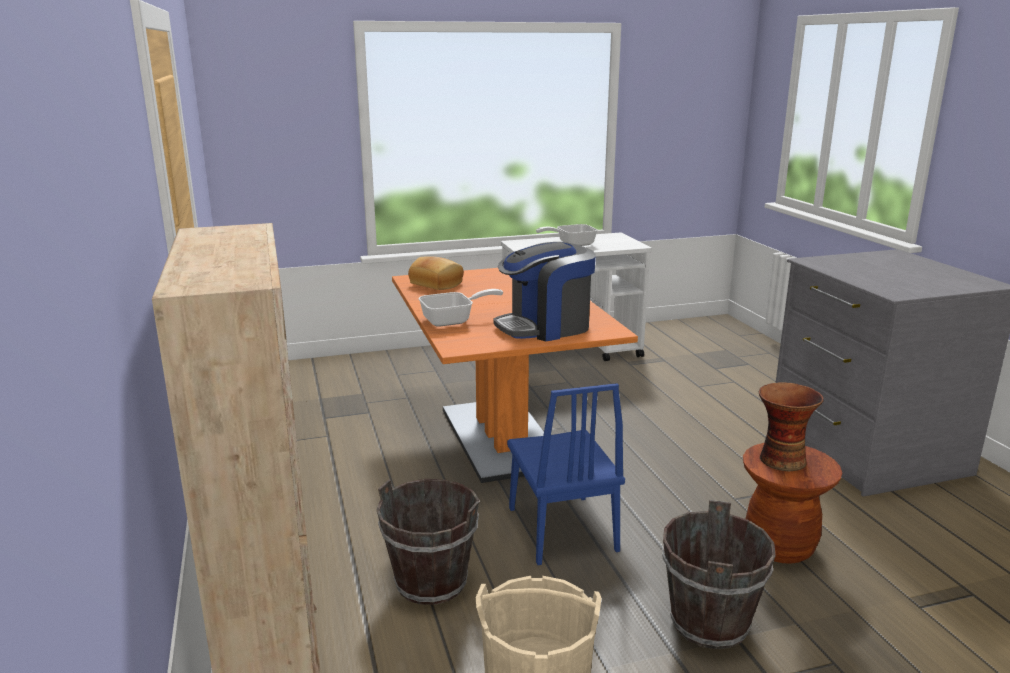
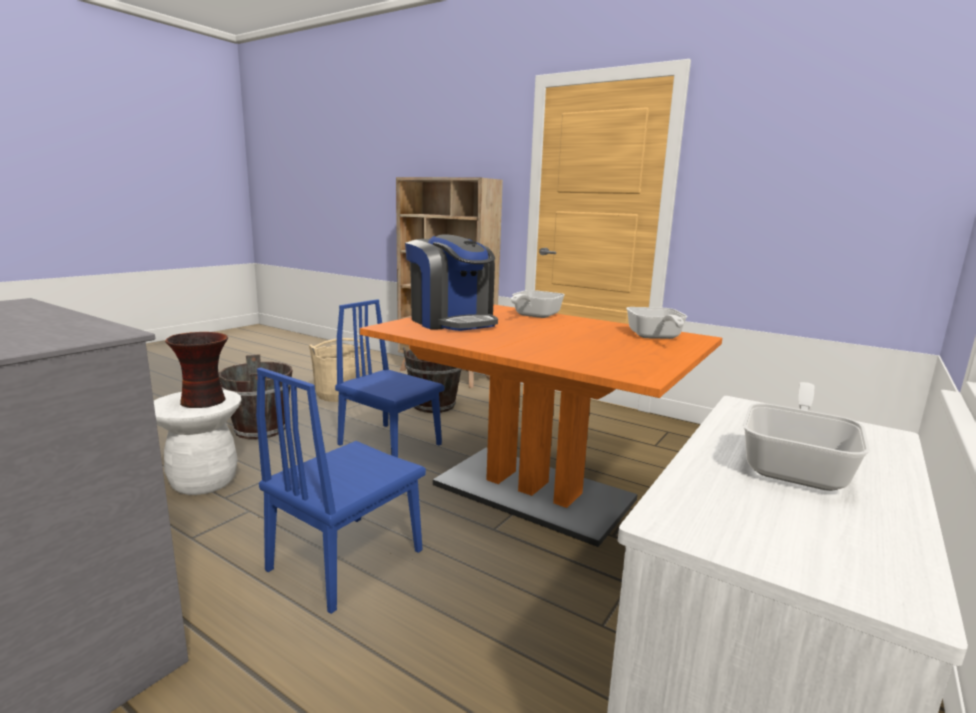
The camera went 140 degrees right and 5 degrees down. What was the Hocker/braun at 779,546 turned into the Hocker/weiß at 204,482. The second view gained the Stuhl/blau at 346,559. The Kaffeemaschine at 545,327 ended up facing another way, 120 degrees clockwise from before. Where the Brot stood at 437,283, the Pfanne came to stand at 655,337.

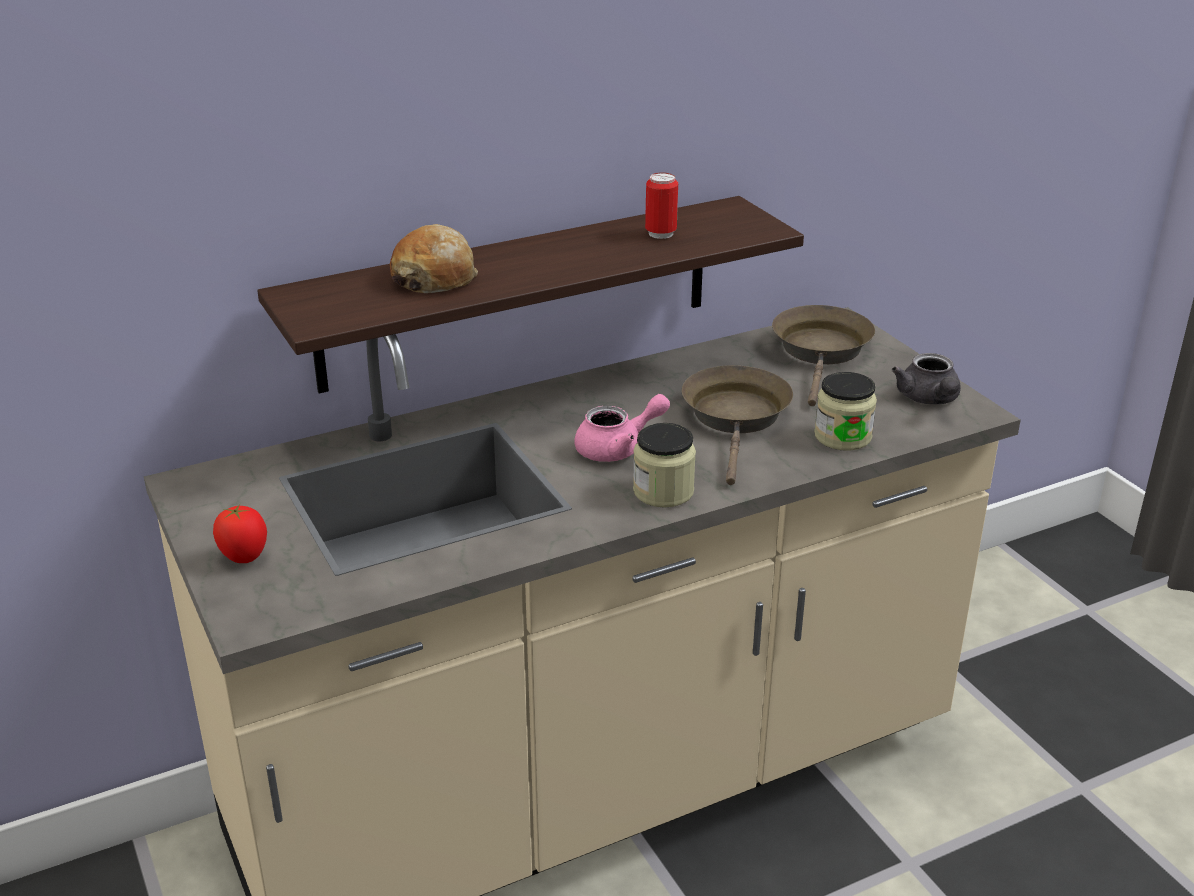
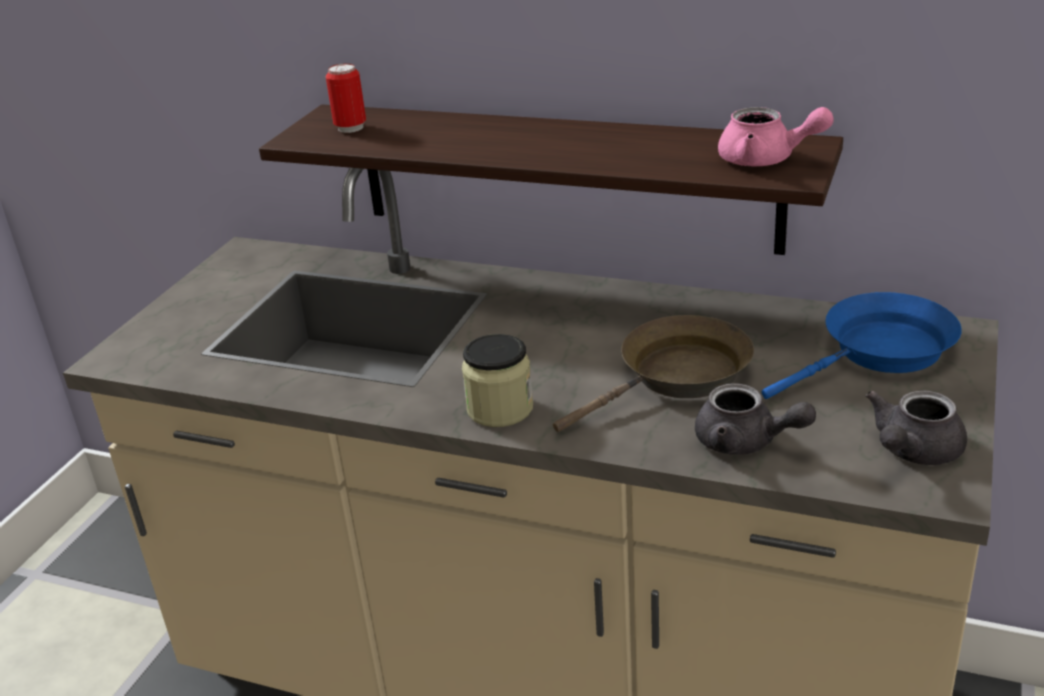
The camera went 50 degrees right and 0 degrees up. The Dose ended up elsewhere, having gone from 660,234 to 350,128. Where the Vorratsglas stood at 842,436, the Teekanne/grau came to stand at 745,442. The Teekanne/rosa ended up elsewhere, having gone from 618,448 to 766,160. What was the Pfanne/braun at 821,352 turned into the Pfanne/blau at 880,352. The second view lost the Tomate at 244,558. The second view lost the Brot at 435,277.

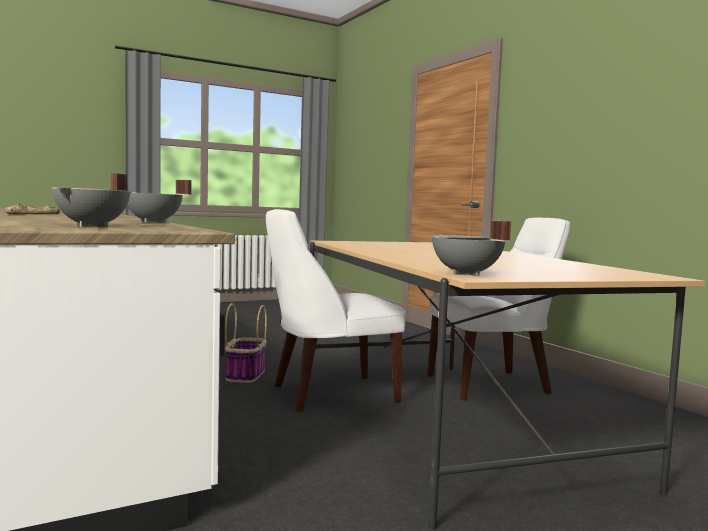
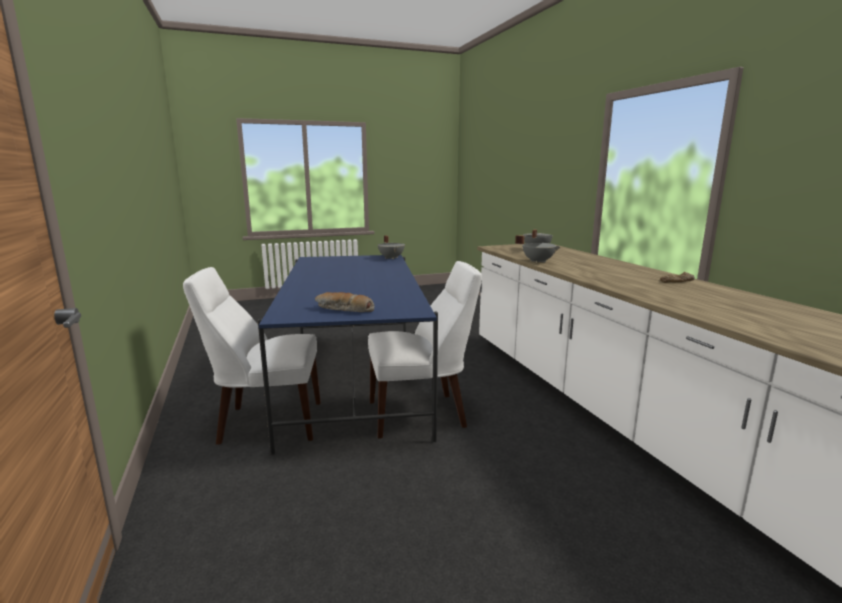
The camera went 170 degrees left and 10 degrees up. What was the Esstisch/beige at 444,422 turned into the Esstisch/blau at 354,383. The second view gained the Brot at 344,310. The second view lost the Korb at 245,374.

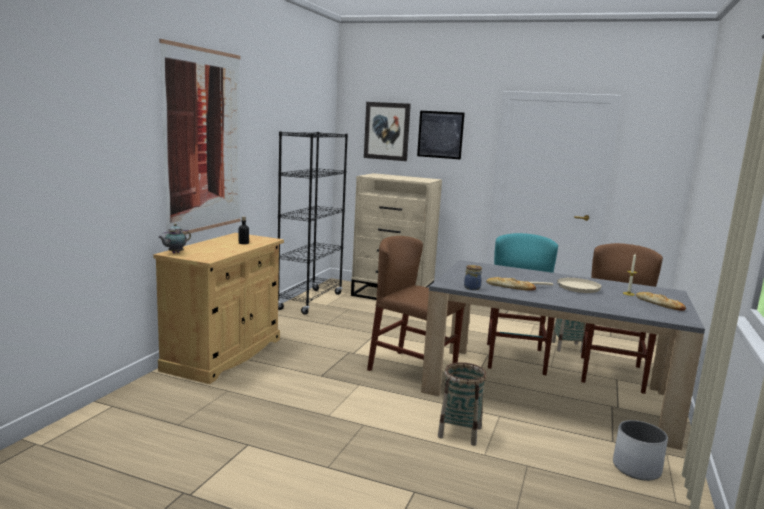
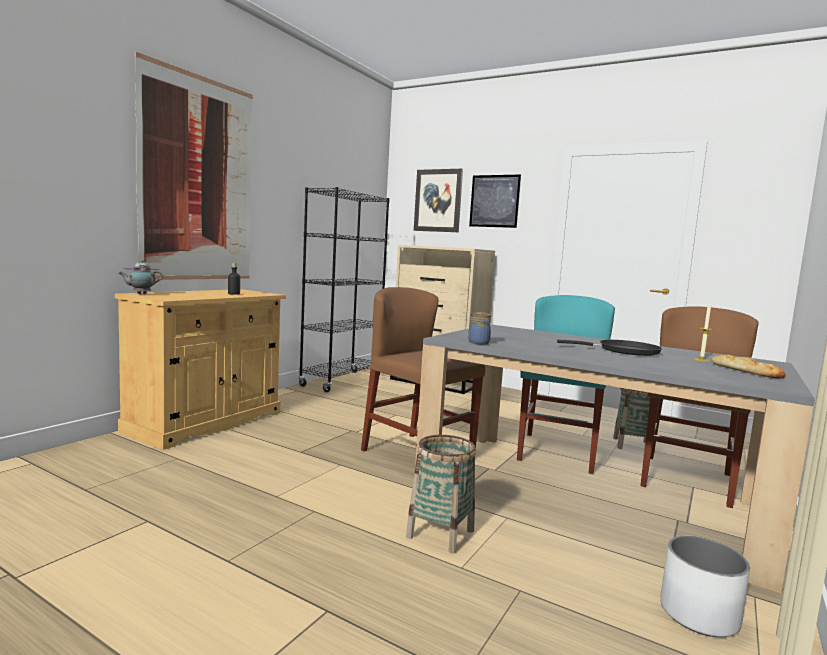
The camera went 10 degrees right and 5 degrees down. What was the Pfanne/beige at 574,288 turned into the Pfanne/schwarz at 624,351. The second view lost the Brot at 510,287.

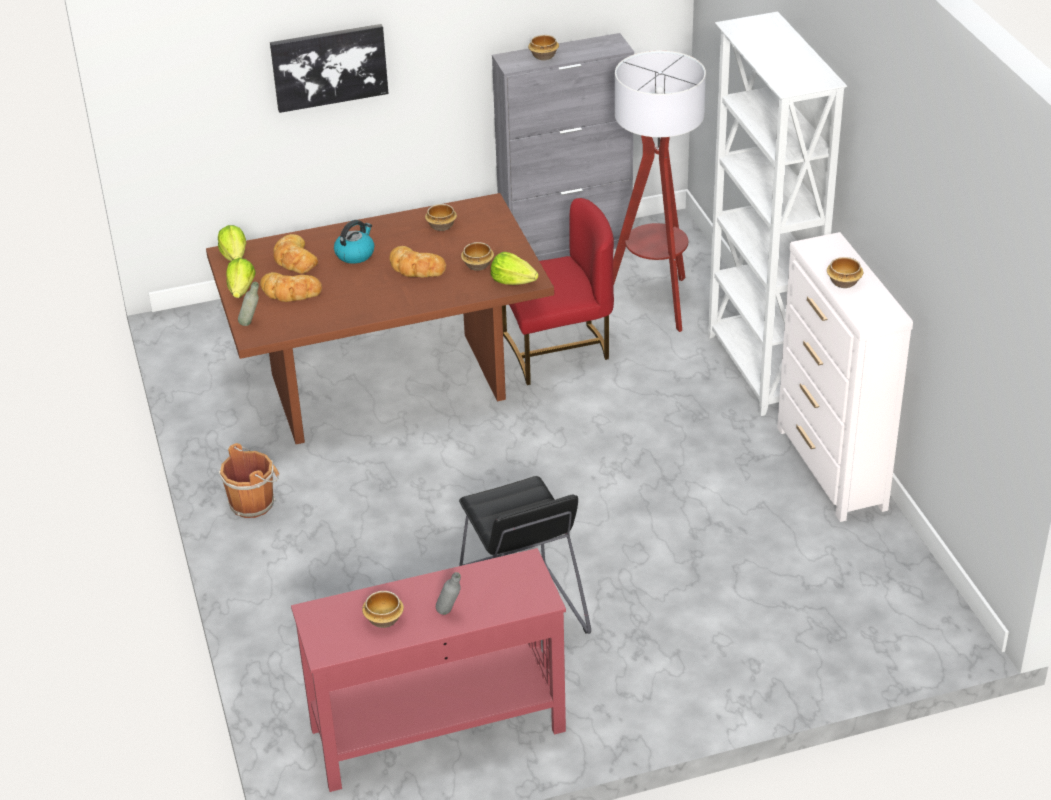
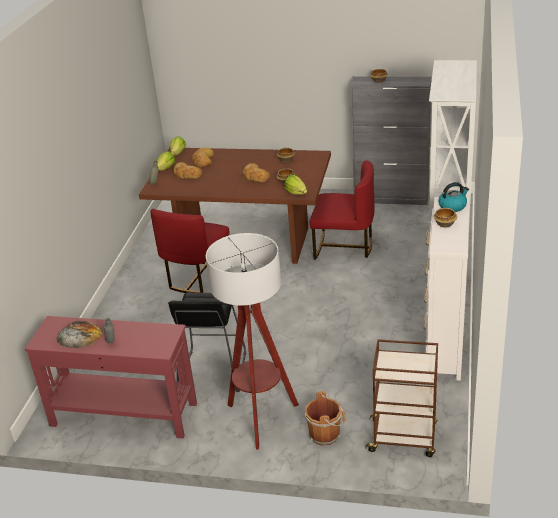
The camera went 30 degrees right and 5 degrees down. Where the Schüssel stood at 383,619, the Brot came to stand at 79,336. The second view gained the Stuhl/rot at 197,276. The Stehlampe ended up elsewhere, having gone from 655,303 to 261,418. The Eimer/braun ended up elsewhere, having gone from 254,502 to 326,434. The second view gained the Rollwagen/braun at 404,438. The Wasserkessel ended up elsewhere, having gone from 355,254 to 452,206. The second view lost the Bild at 329,66.

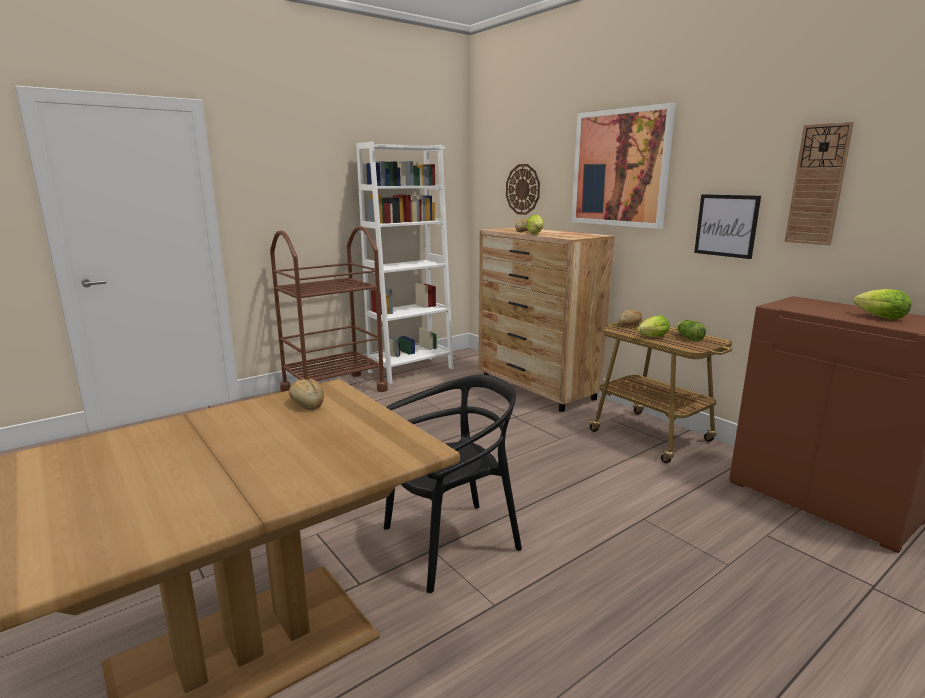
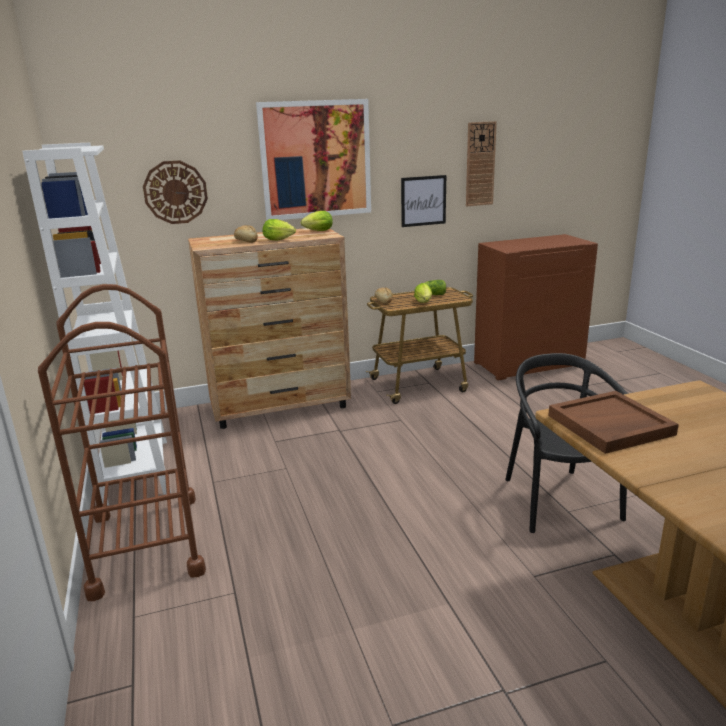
The camera went 70 degrees left and 5 degrees up. The Salatkopf ended up elsewhere, having gone from 877,317 to 317,231. Where the Brot stood at 307,404, the Tablett/braun came to stand at 610,425.

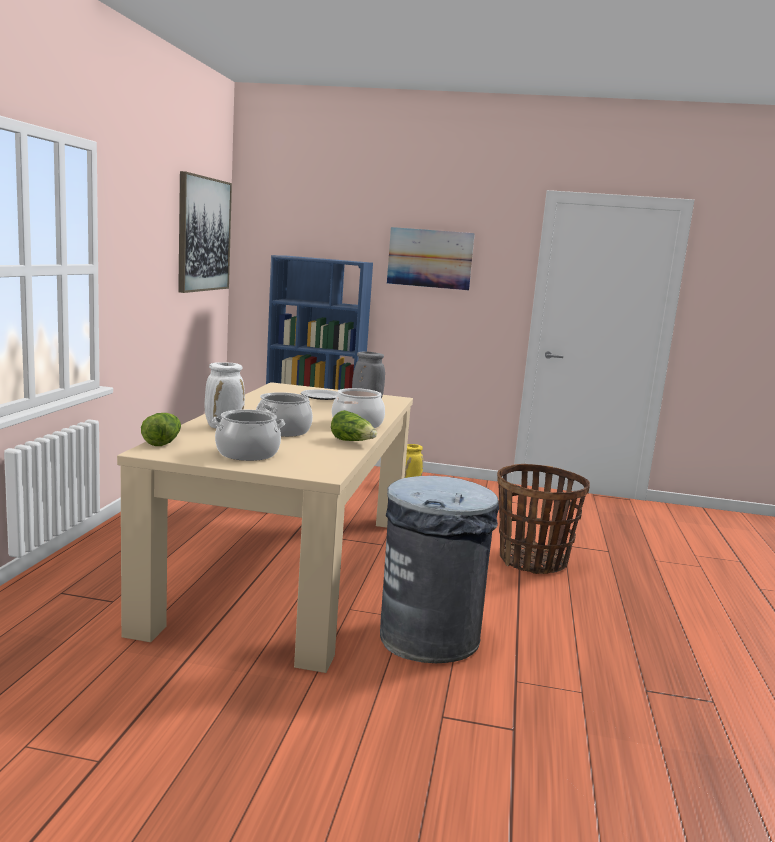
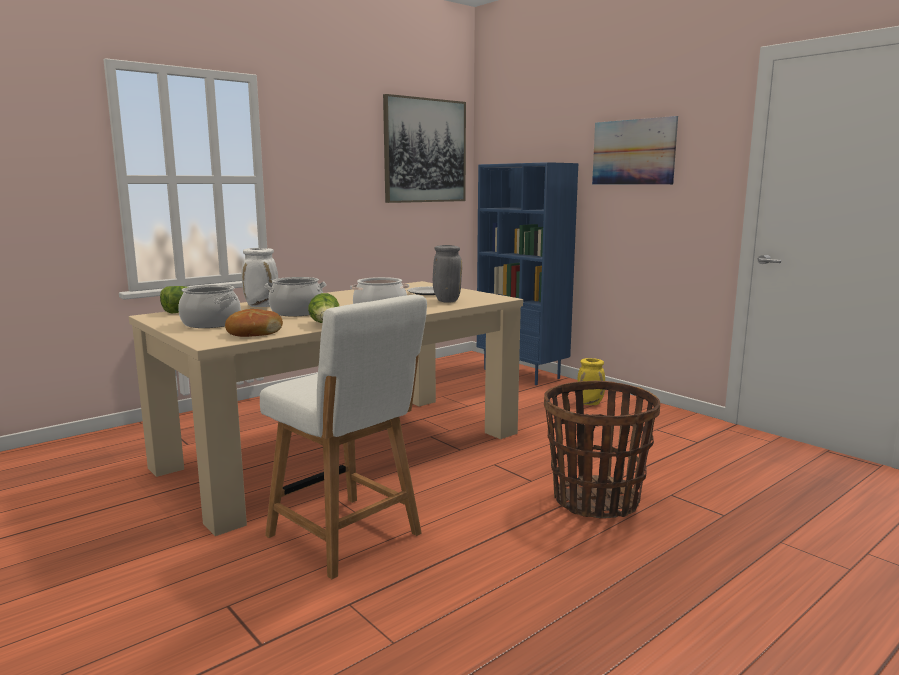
The camera went 40 degrees right and 0 degrees up. The second view gained the Brot at 253,332. Where the Mülleimer/grau stood at 430,637, the Stuhl/weiß came to stand at 348,537.

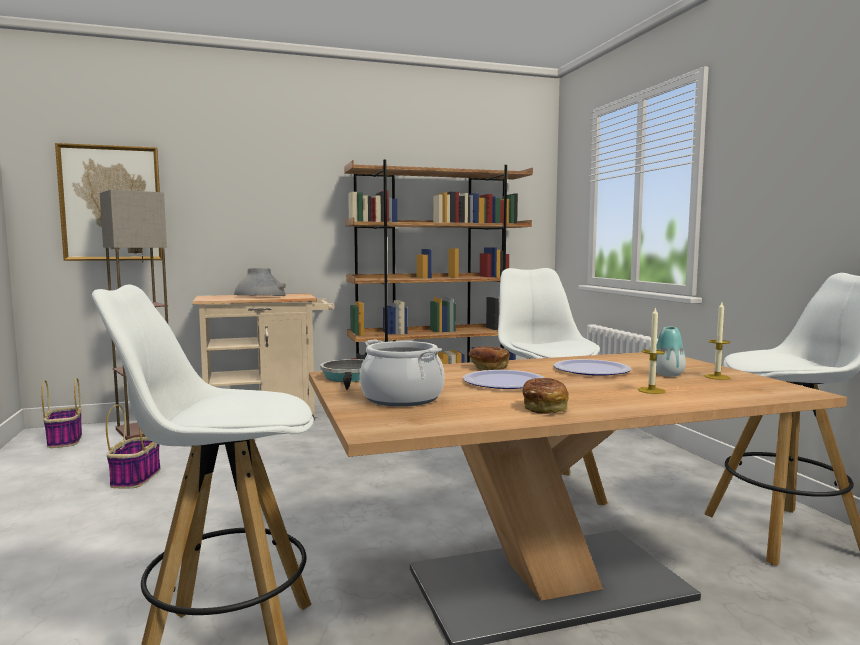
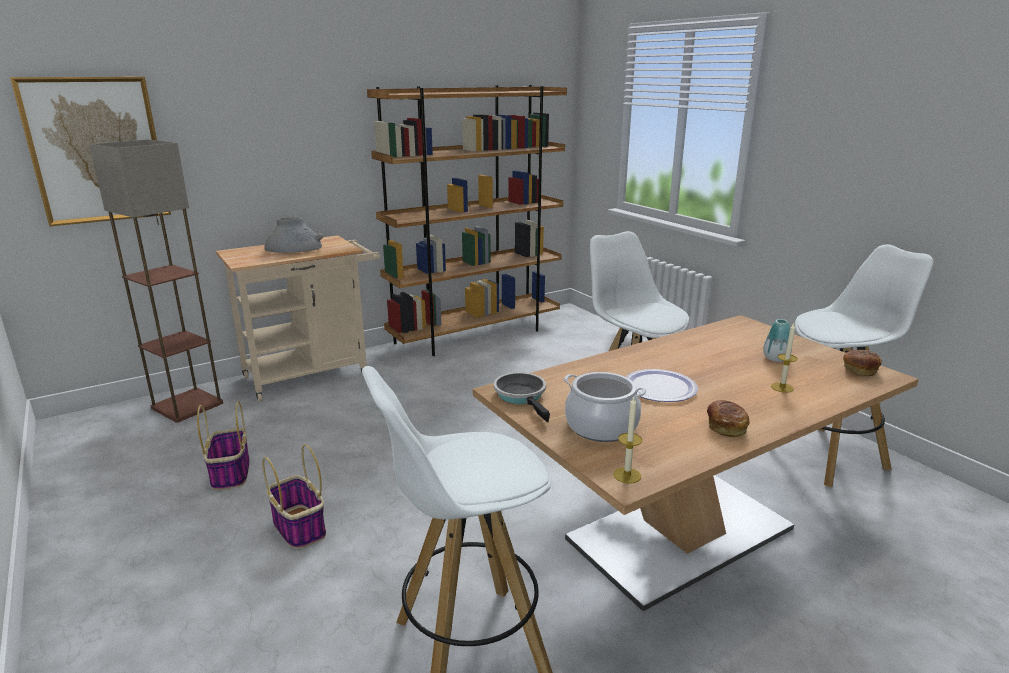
The camera went 15 degrees left and 15 degrees up. The Korb ended up elsewhere, having gone from 64,440 to 298,527. The Kerze ended up elsewhere, having gone from 717,377 to 627,475. The Brot ended up elsewhere, having gone from 488,367 to 859,370. The second view lost the Teller at 591,370.

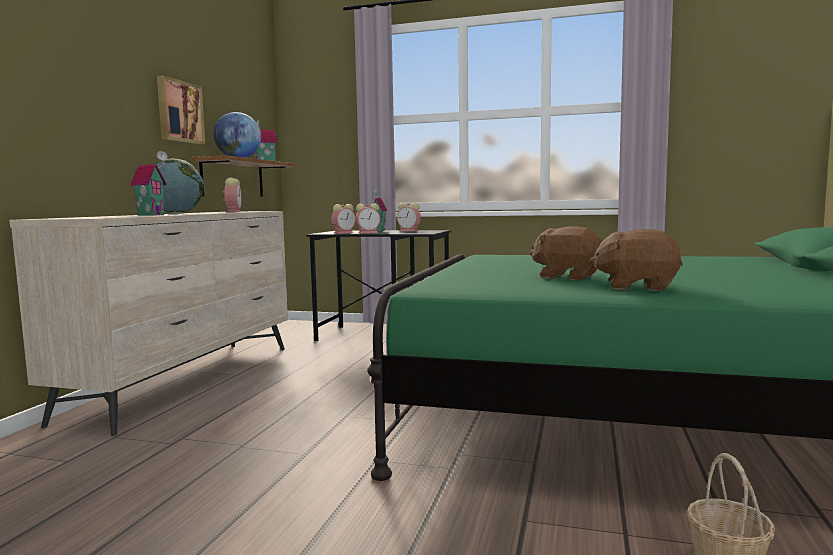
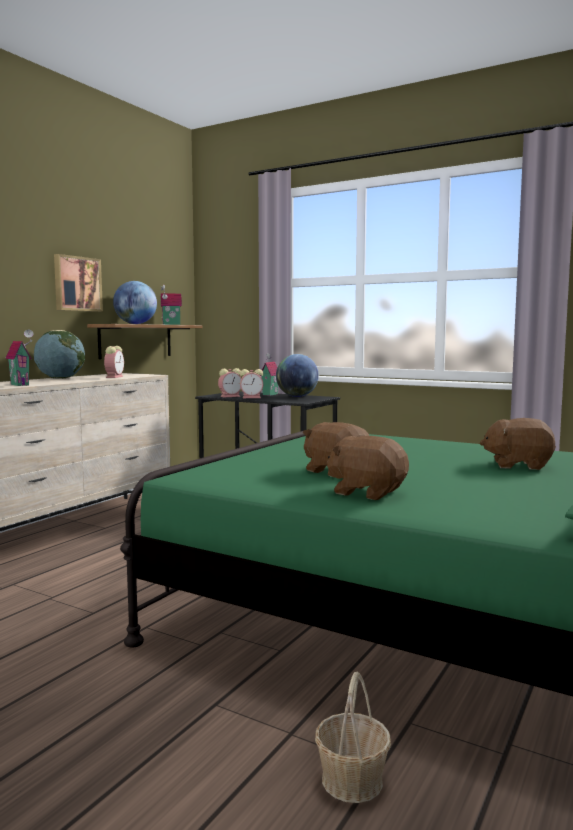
The camera went 15 degrees right and 0 degrees up. Where the Wecker stood at 410,231, the Globus came to stand at 297,396. The second view gained the Plüschtier/braun at 518,465.

